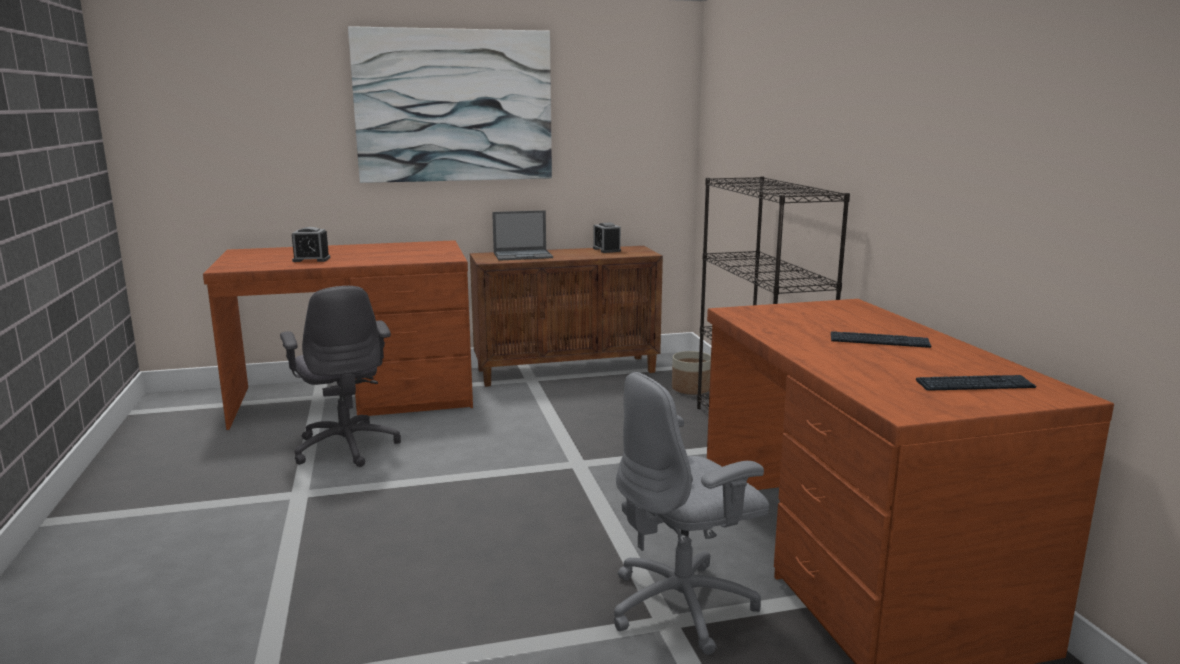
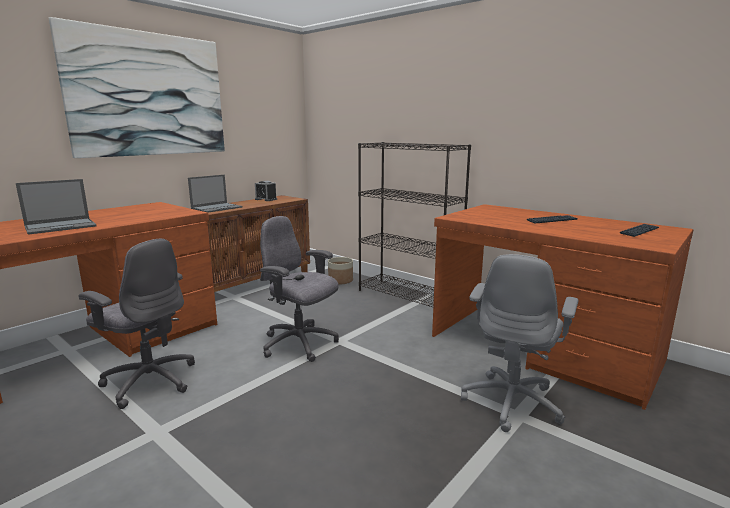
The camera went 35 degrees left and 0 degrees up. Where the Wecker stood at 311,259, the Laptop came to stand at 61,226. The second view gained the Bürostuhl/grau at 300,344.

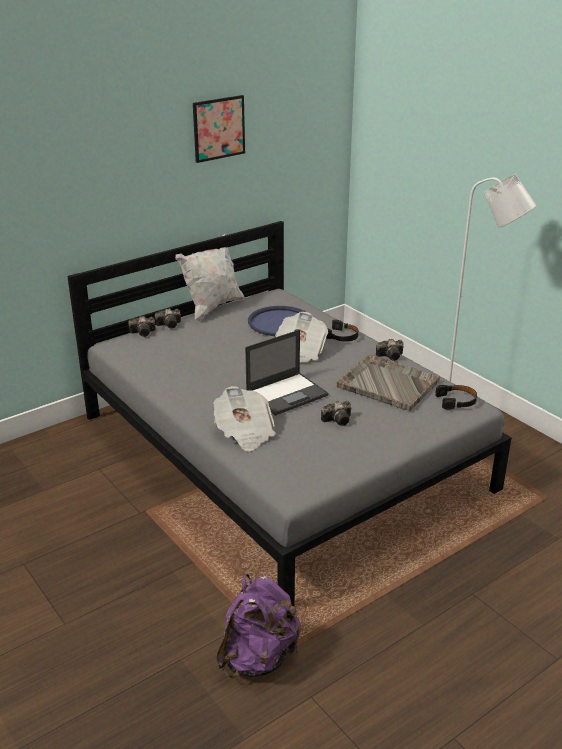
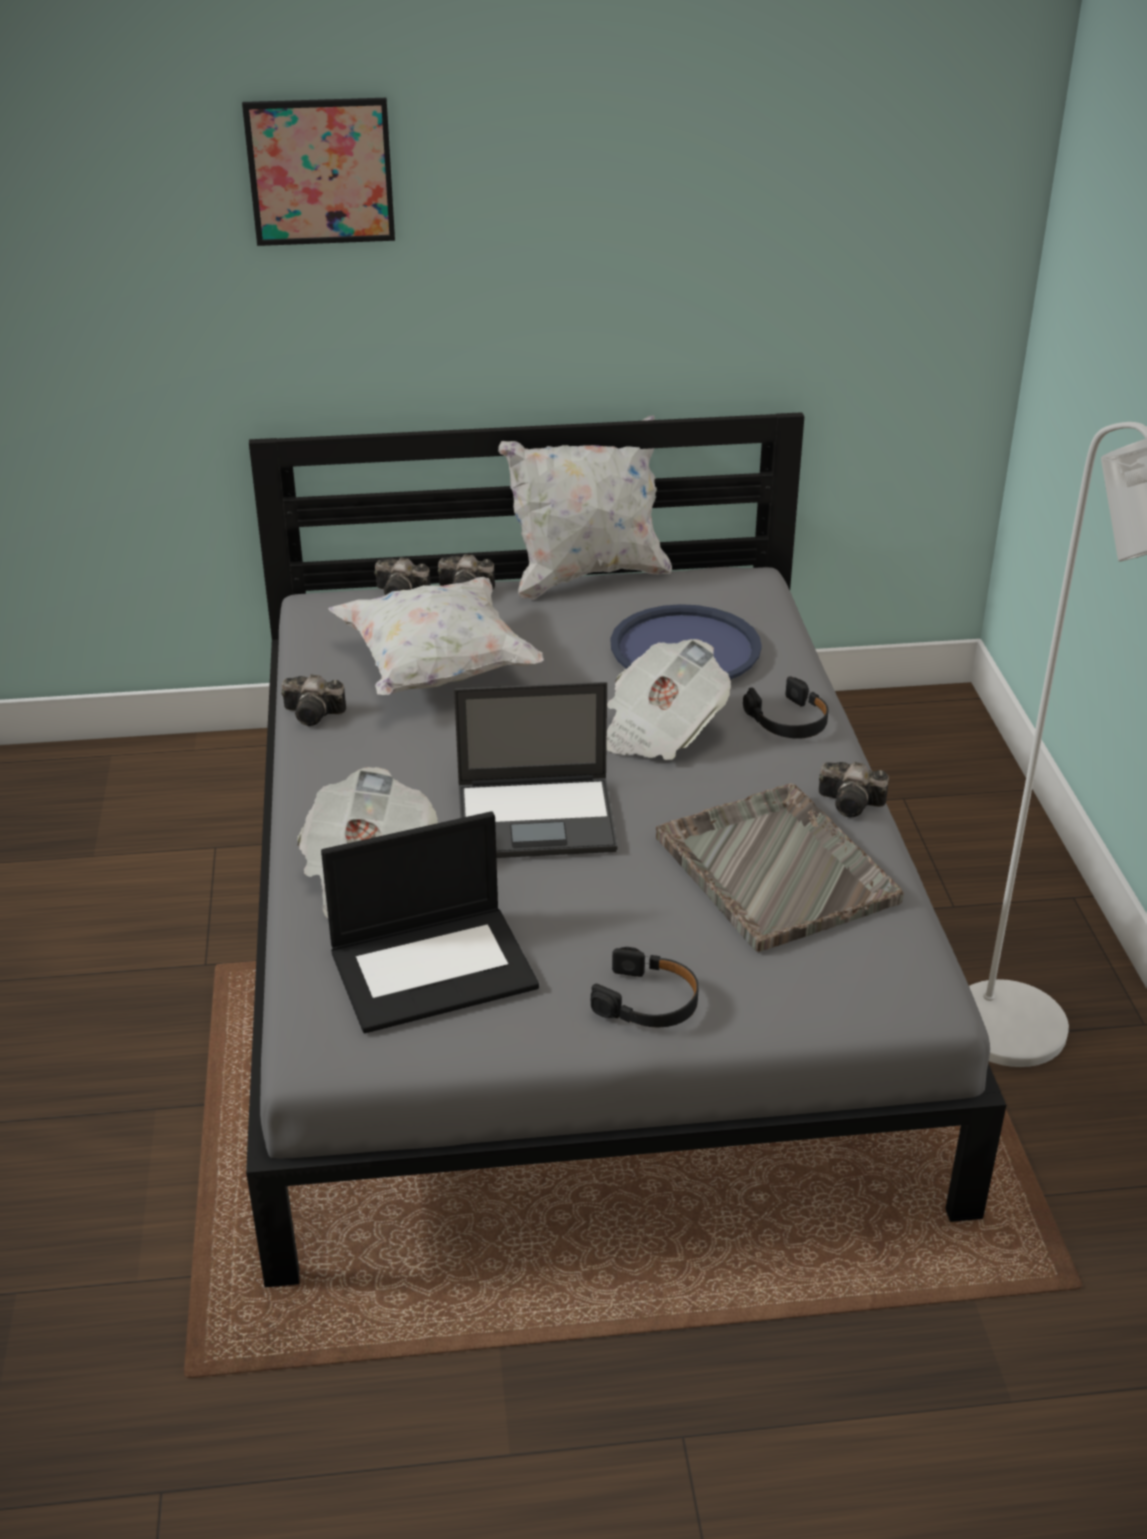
The camera went 30 degrees right and 5 degrees up. The Bild ended up elsewhere, having gone from 219,128 to 320,172. The Kamera ended up elsewhere, having gone from 339,420 to 316,714. The second view gained the Laptop at 434,967. The second view gained the Kissen/weiß at 437,669. The Kopfhörer/schwarz ended up elsewhere, having gone from 456,401 to 648,1001. The second view lost the Rucksack/lila at 258,657.

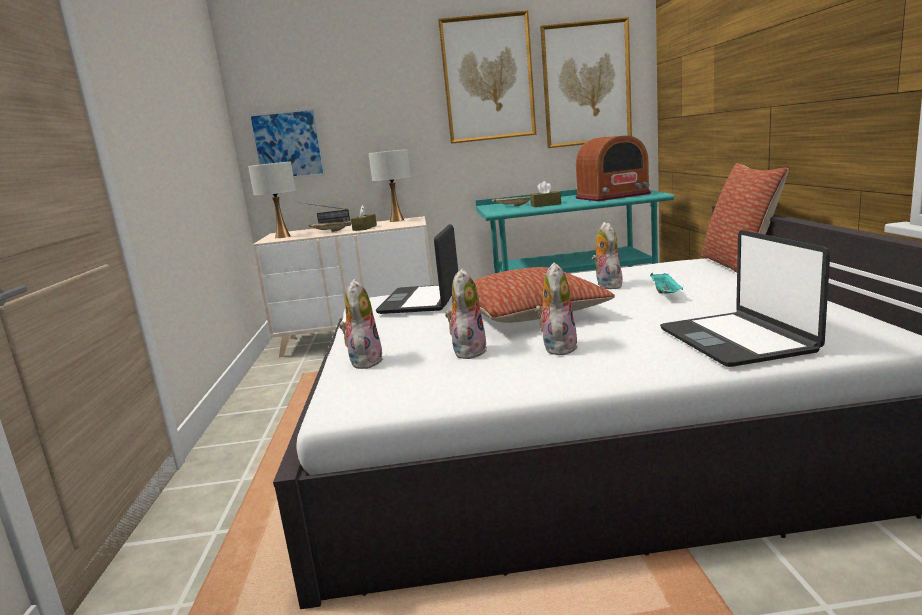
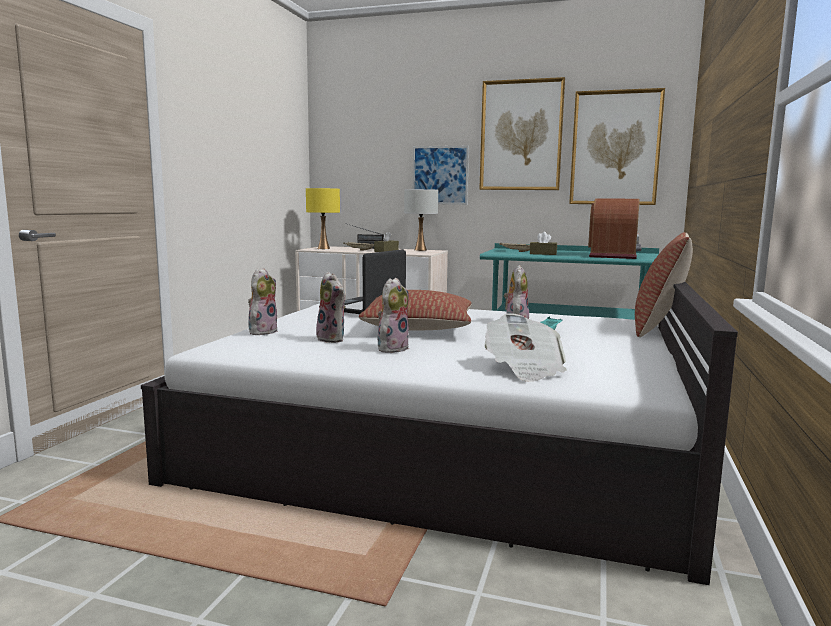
The camera went 20 degrees right and 5 degrees down. What was the Tischlampe/weiß at 282,236 turned into the Tischlampe/gelb at 323,248. The Plüschtier at 468,351 ended up facing another way, 105 degrees clockwise from before. The Bild ended up elsewhere, having gone from 287,145 to 440,175. Where the Laptop stood at 737,340, the Zeitung came to stand at 524,369. The Radio at 613,196 ended up facing another way, 75 degrees counterclockwise from before.

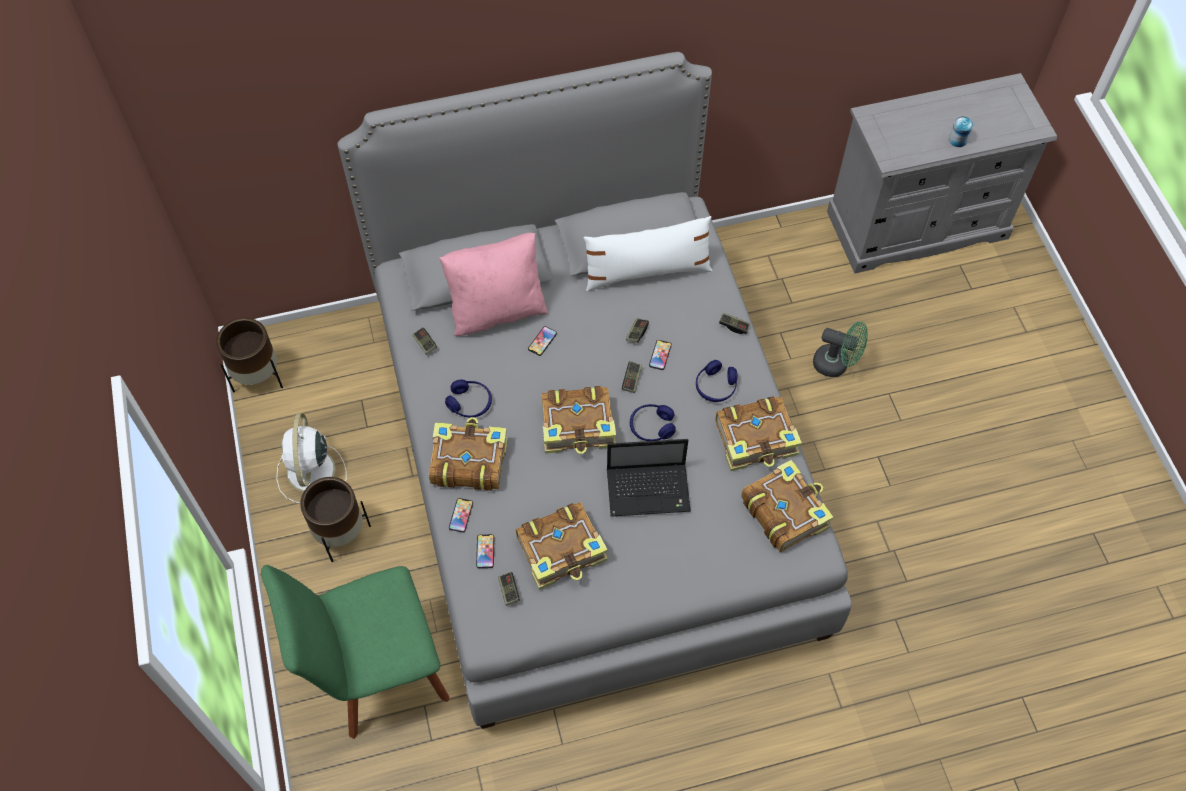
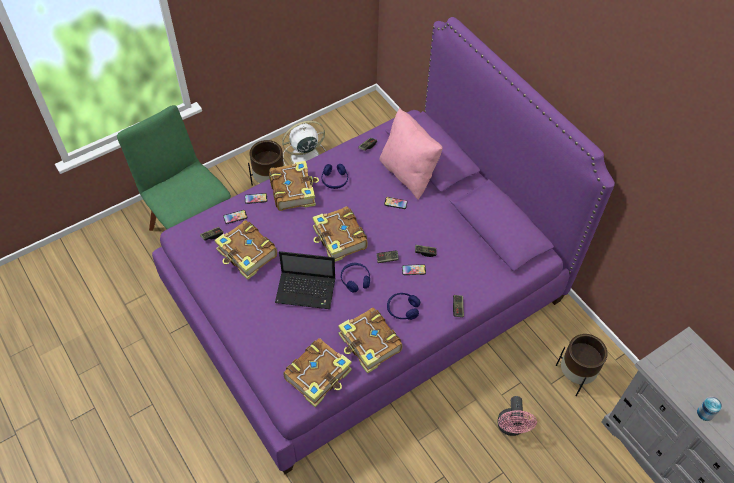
The camera went 70 degrees right and 5 degrees down. What was the Bett/grau at 591,462 turned into the Bett/lila at 365,294. The Laptop at 650,490 ended up facing another way, 60 degrees counterclockwise from before. What was the Ventilator/grün at 836,364 turned into the Ventilator/rosa at 511,428. The Pflanzkübel/braun ended up elsewhere, having gone from 257,377 to 574,376. The second view lost the Kissen/weiß at 647,272.

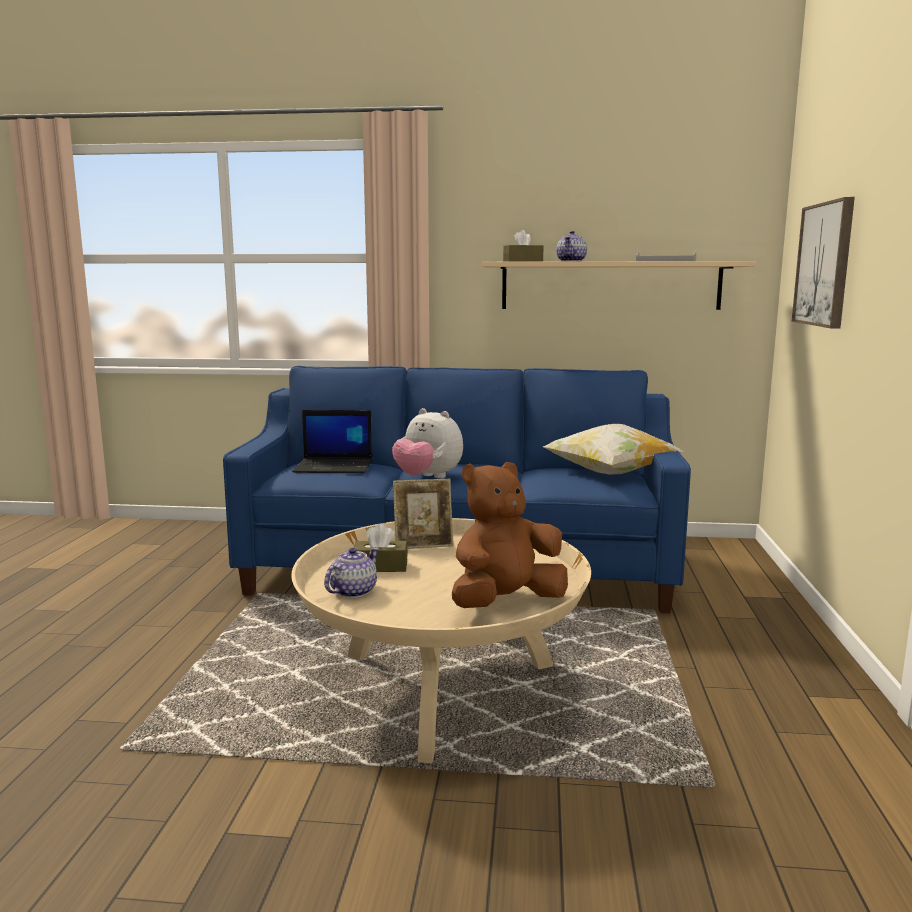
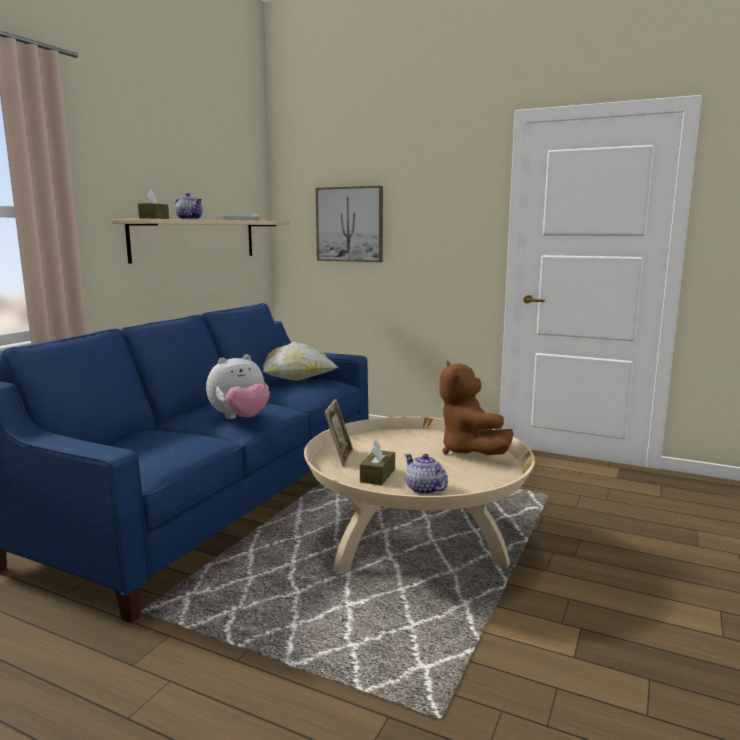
The camera went 70 degrees left and 0 degrees up. The second view lost the Laptop at 335,466.

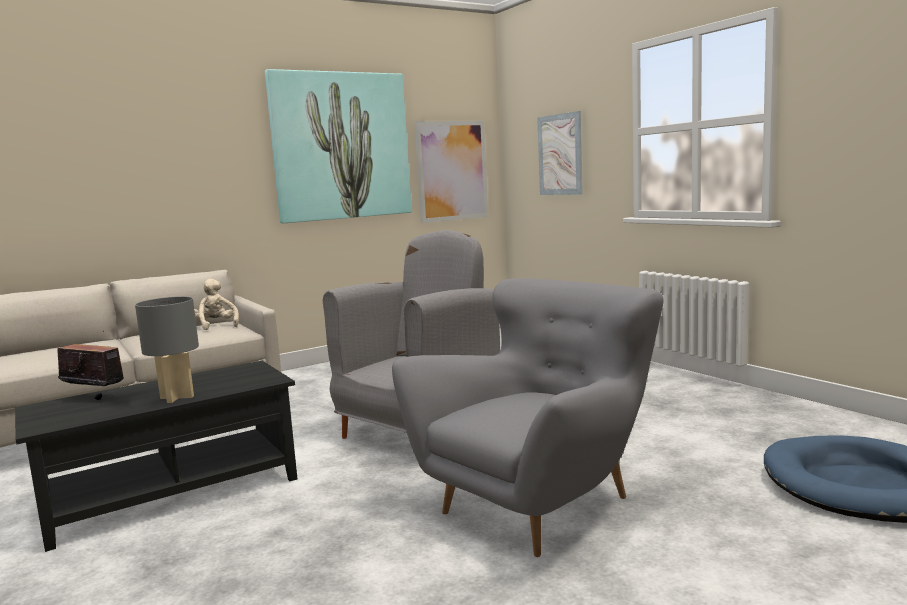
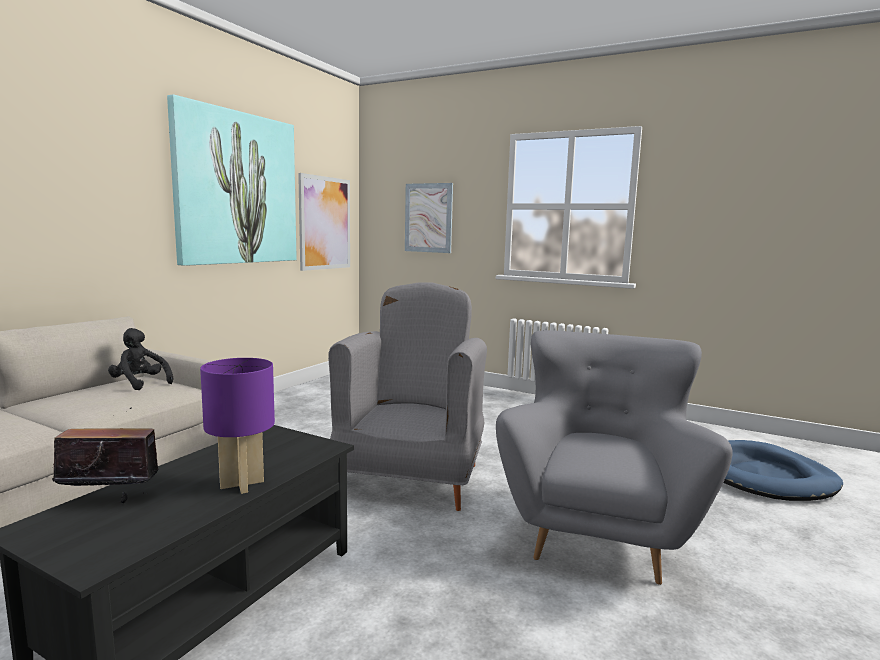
The camera went 30 degrees left and 0 degrees up. What was the Plüschtier/beige at 216,326 turned into the Plüschtier/schwarz at 140,384. What was the Tischlampe/grau at 177,397 turned into the Tischlampe/lila at 242,484.

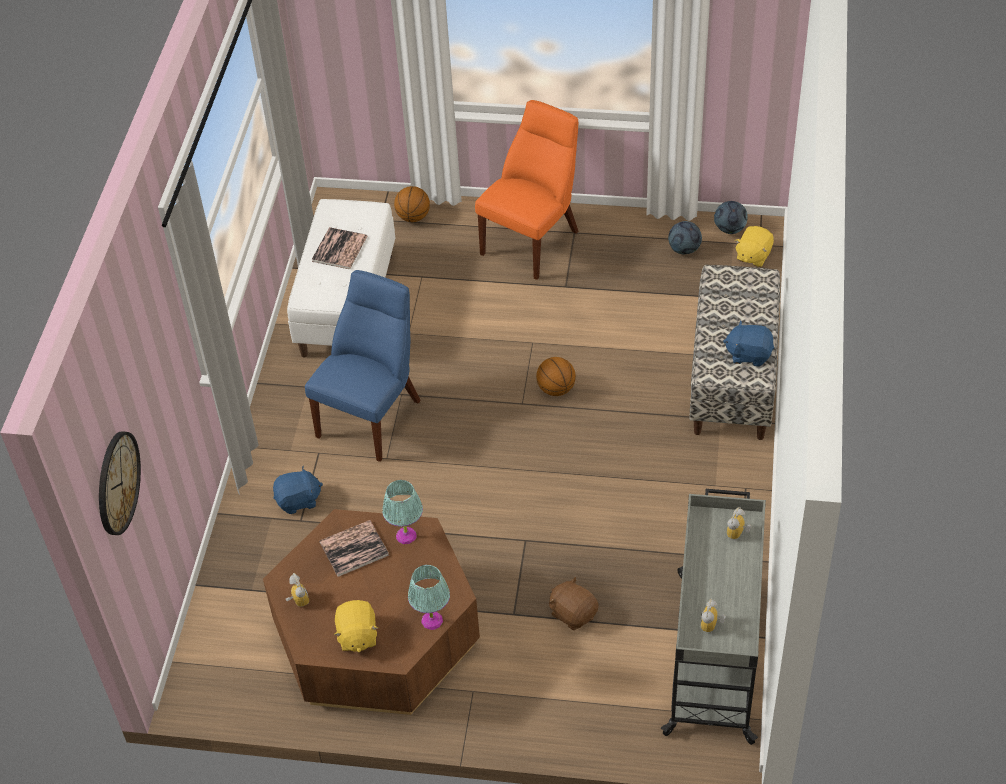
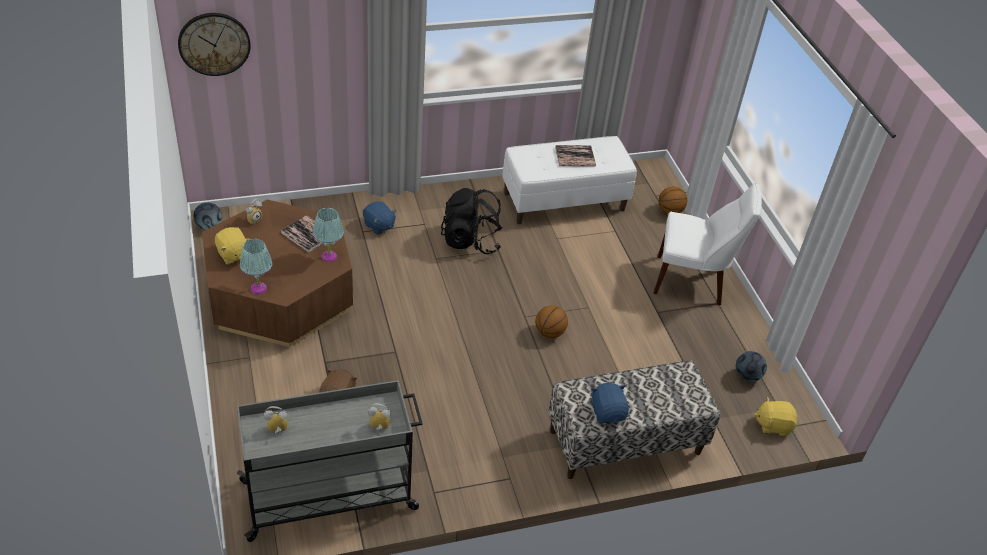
The camera went 60 degrees right and 5 degrees down. The Fußball ended up elsewhere, having gone from 730,229 to 209,226. The Plüschtier/gelb at 357,636 ended up facing another way, 90 degrees counterclockwise from before. Where the Stuhl/blau stood at 372,415, the Rucksack/schwarz came to stand at 471,241. What was the Stuhl/orange at 533,240 turned into the Stuhl/weiß at 692,281.

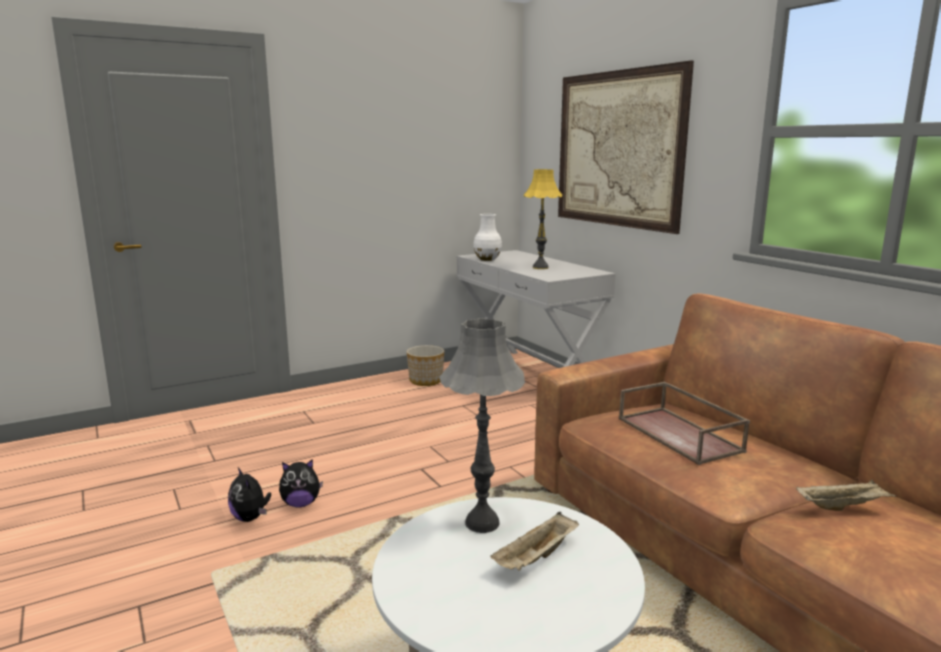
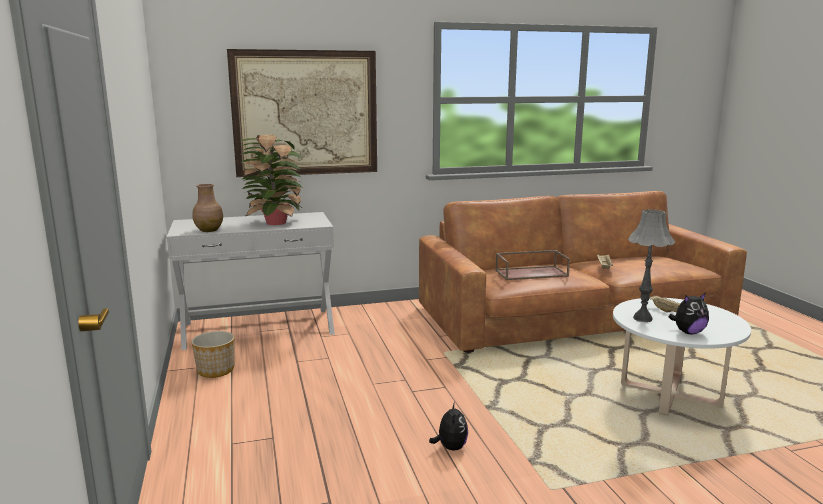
The camera went 75 degrees left and 0 degrees up. What was the Vase/weiß at 487,259 turned into the Vase/braun at 208,230. Where the Tischlampe/gelb stood at 540,267, the Topfpflanze came to stand at 275,222. The Plüschtier ended up elsewhere, having gone from 251,518 to 688,332.

